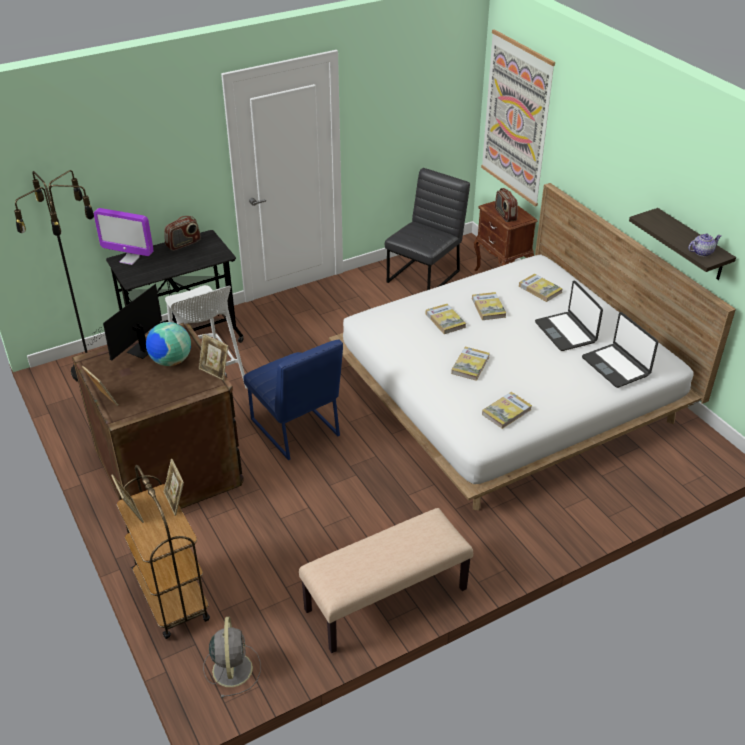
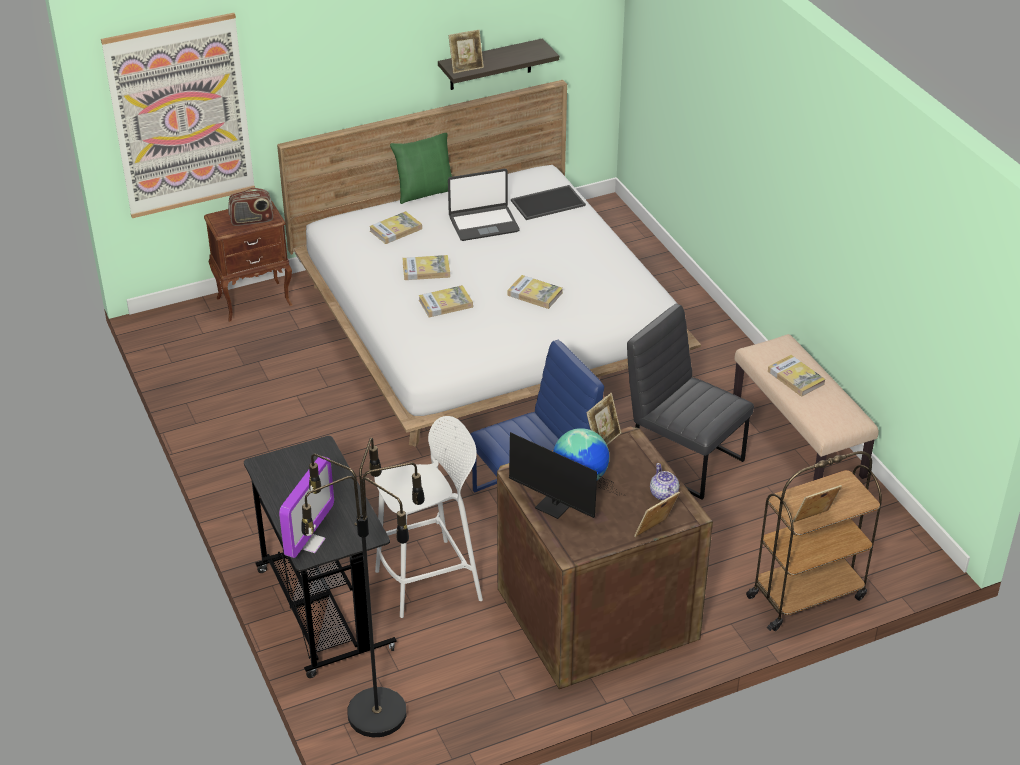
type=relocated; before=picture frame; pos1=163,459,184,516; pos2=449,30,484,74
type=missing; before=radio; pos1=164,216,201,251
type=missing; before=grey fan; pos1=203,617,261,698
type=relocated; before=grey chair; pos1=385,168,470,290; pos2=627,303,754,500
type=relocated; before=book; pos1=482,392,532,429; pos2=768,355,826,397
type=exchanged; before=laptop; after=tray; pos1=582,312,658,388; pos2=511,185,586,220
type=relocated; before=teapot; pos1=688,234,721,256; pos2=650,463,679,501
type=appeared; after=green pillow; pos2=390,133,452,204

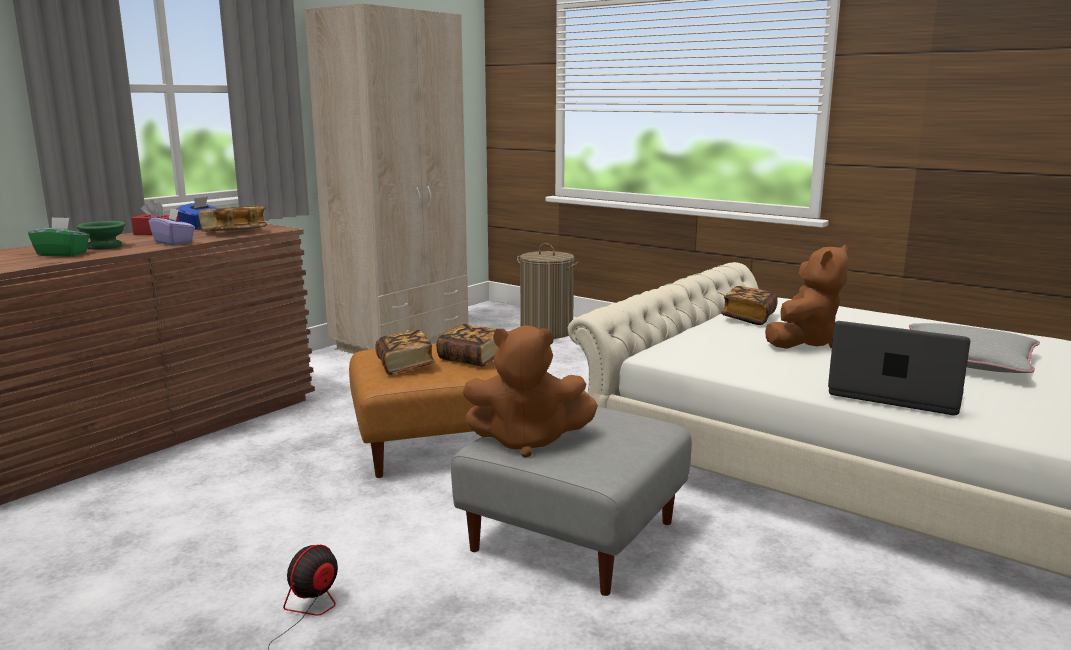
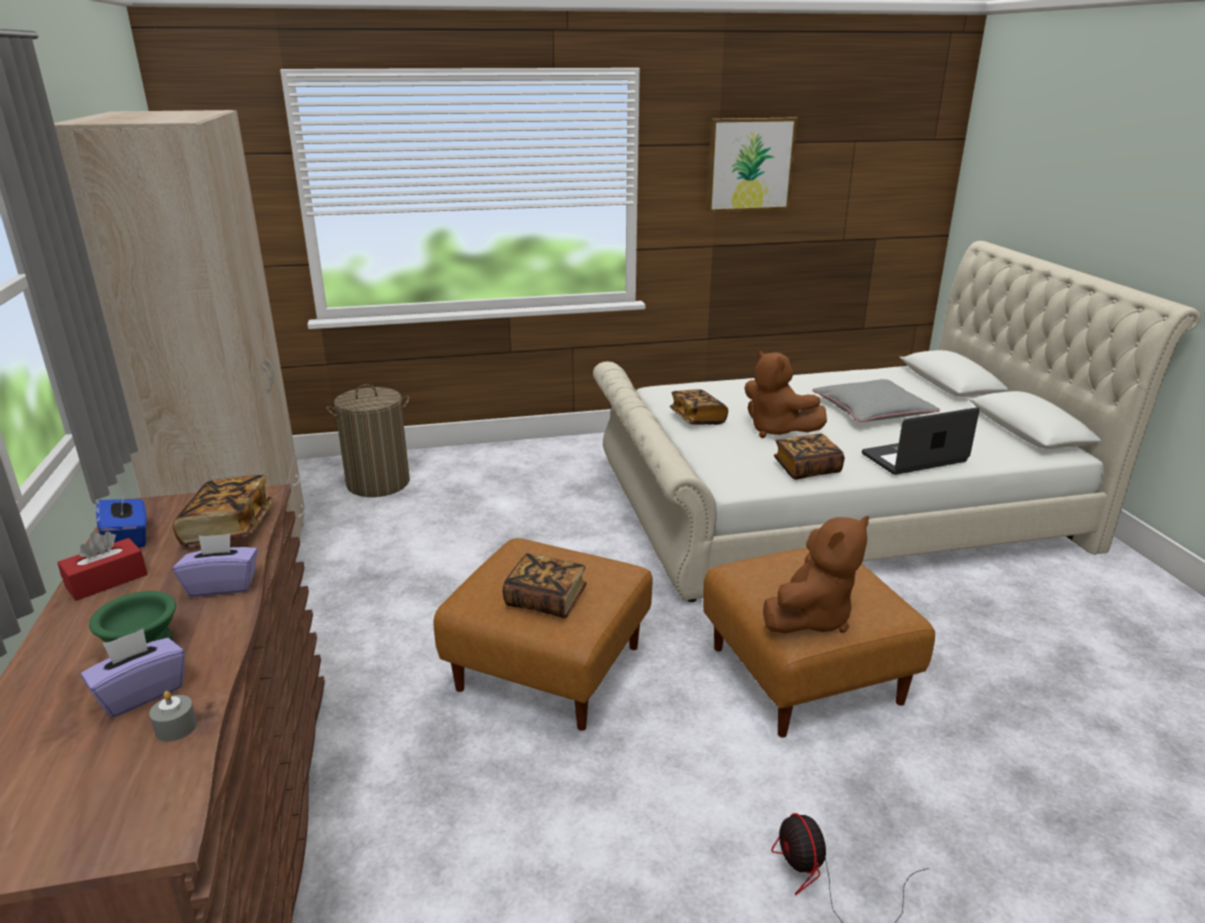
type=colour; before=green tissue box; after=purple tissue box; pos1=28,217,90,257; pos2=81,629,185,718
type=relocated; before=book; pos1=436,324,498,367; pos2=774,434,845,480
type=colour; before=grey ottoman; after=brown ottoman; pos1=451,407,692,596; pos2=703,548,935,738
type=spun; before=brown plush toy; pos1=765,245,849,349; pos2=744,350,827,438; turn=150
type=appeared; after=grey candle; pos2=149,691,197,742
type=appeared; after=picture; pos2=707,118,798,212

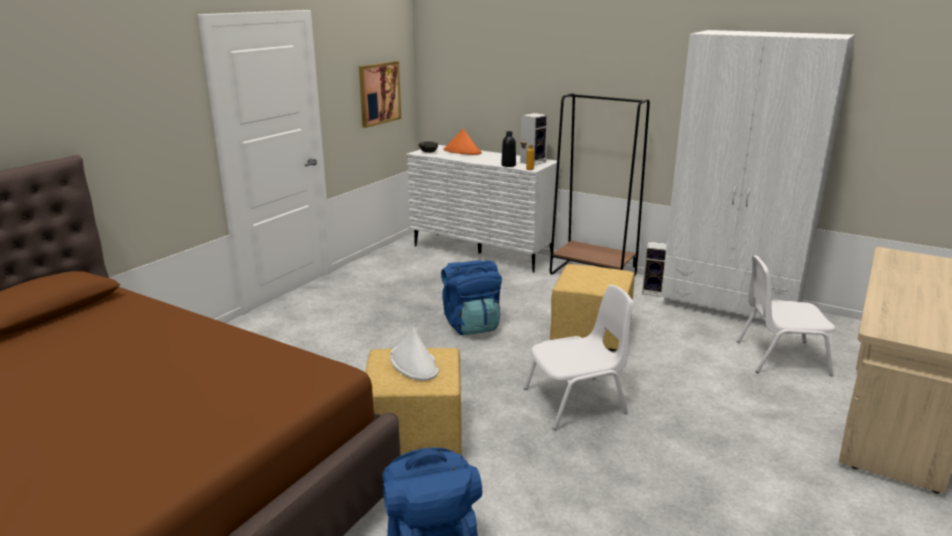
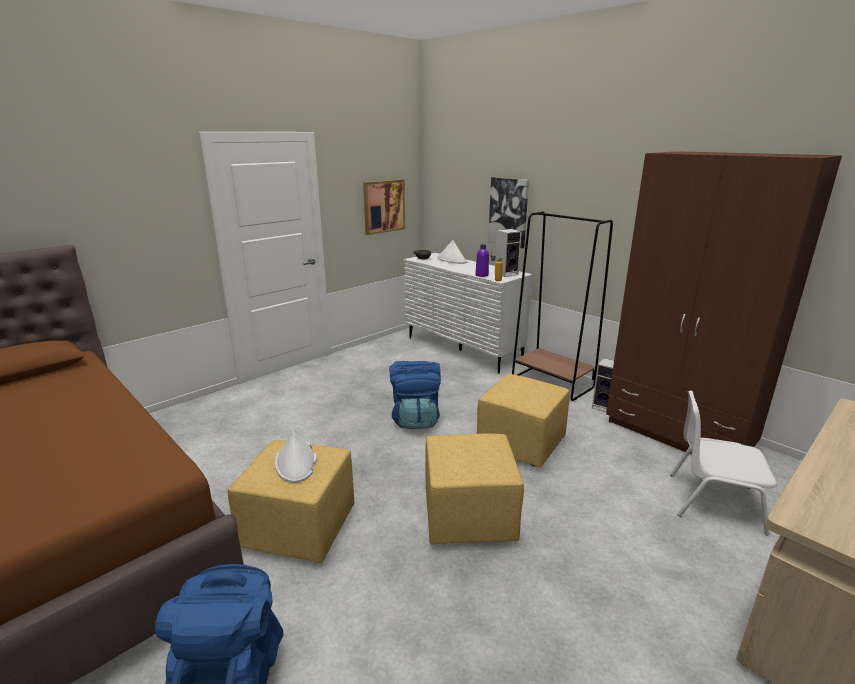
type=colour; before=orange hat; after=white hat; pos1=443,129,482,155; pos2=437,240,468,264
type=colour; before=black bottle; after=purple bottle; pos1=501,131,516,167; pos2=475,244,489,277
type=exchanged; before=white chair; after=yellow ottoman; pos1=524,285,633,430; pos2=425,434,524,544
type=colour; before=white wardrobe; after=brown wardrobe; pos1=661,30,855,327; pos2=606,151,842,455
type=appeared; after=picture; pos2=488,177,529,248

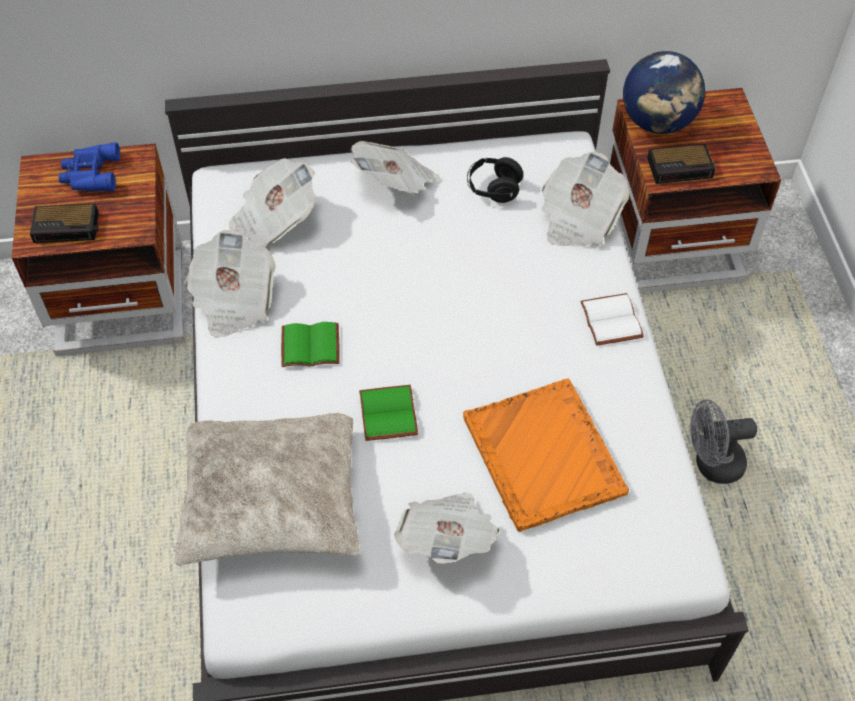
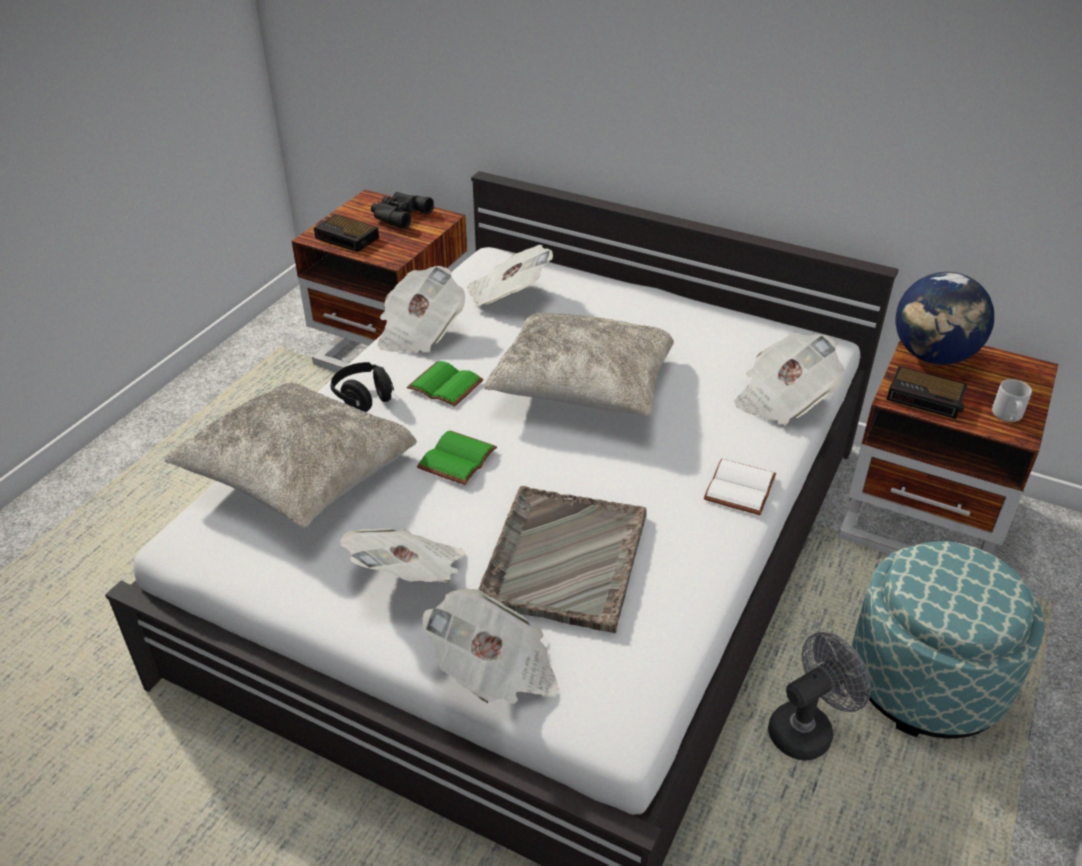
type=colour; before=blue binoculars; after=black binoculars; pos1=59,142,120,191; pos2=371,192,434,229
type=relocated; before=newspaper; pos1=351,141,440,194; pos2=422,589,559,704
type=colour; before=orange tray; after=grey tray; pos1=463,379,629,532; pos2=478,486,647,633
type=relocated; before=black headphones; pos1=467,157,523,203; pos2=330,362,394,412
type=spun; before=grey fan; pos1=690,399,757,484; pos2=768,632,871,761; turn=120
type=appeared; after=beige pillow; pos2=484,312,674,416
type=appeared; after=ottoman; pos2=852,541,1044,738
type=appeared; after=grey mug; pos2=992,379,1032,422

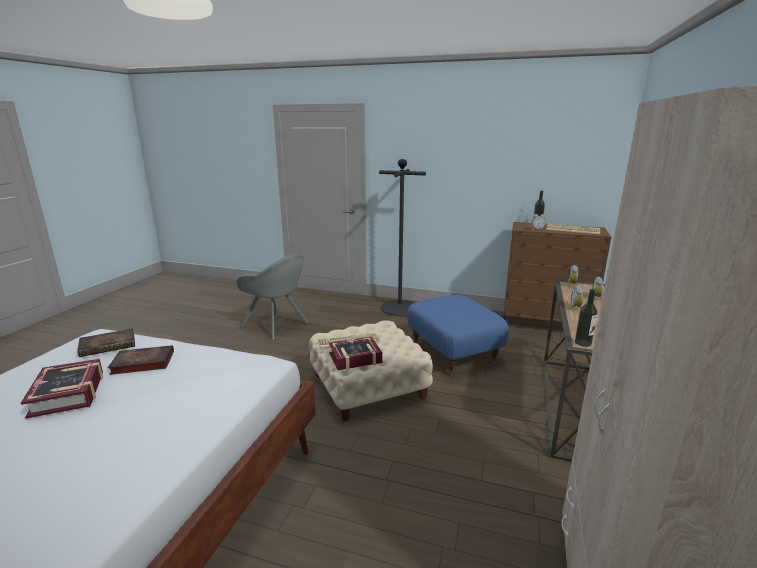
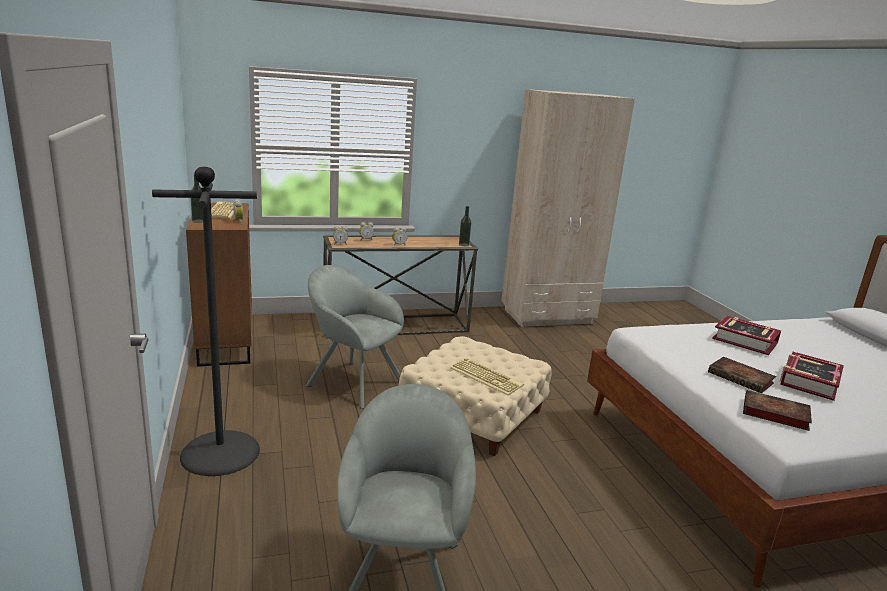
type=relocated; before=book; pos1=329,336,382,370; pos2=712,316,781,355
type=exchanged; before=blue ottoman; after=grey armchair; pos1=407,295,509,377; pos2=306,265,404,409

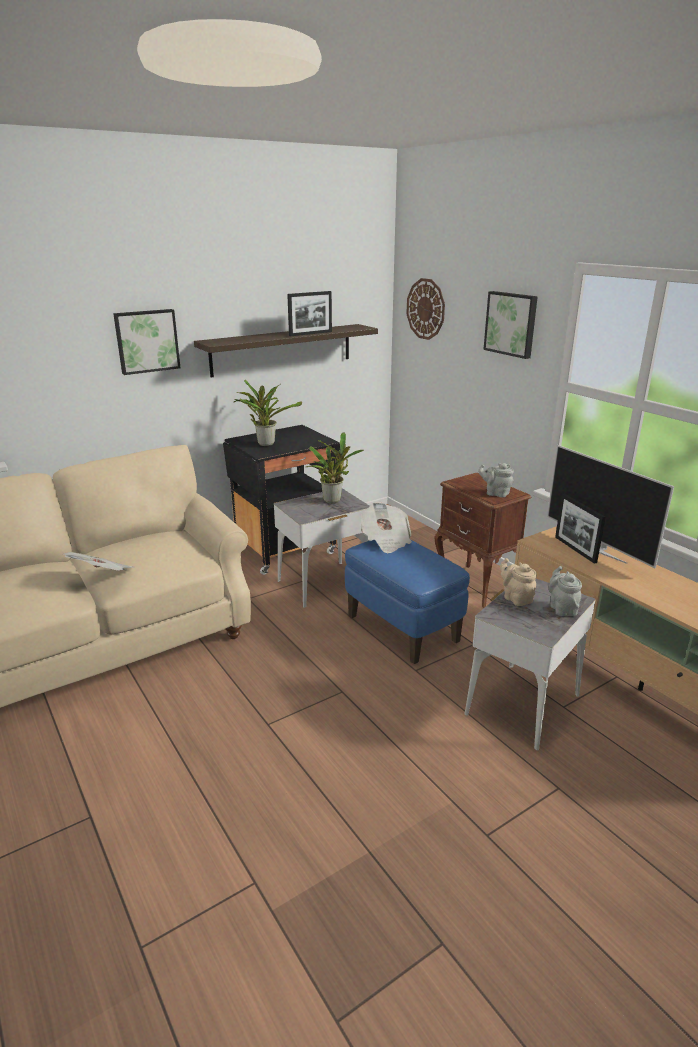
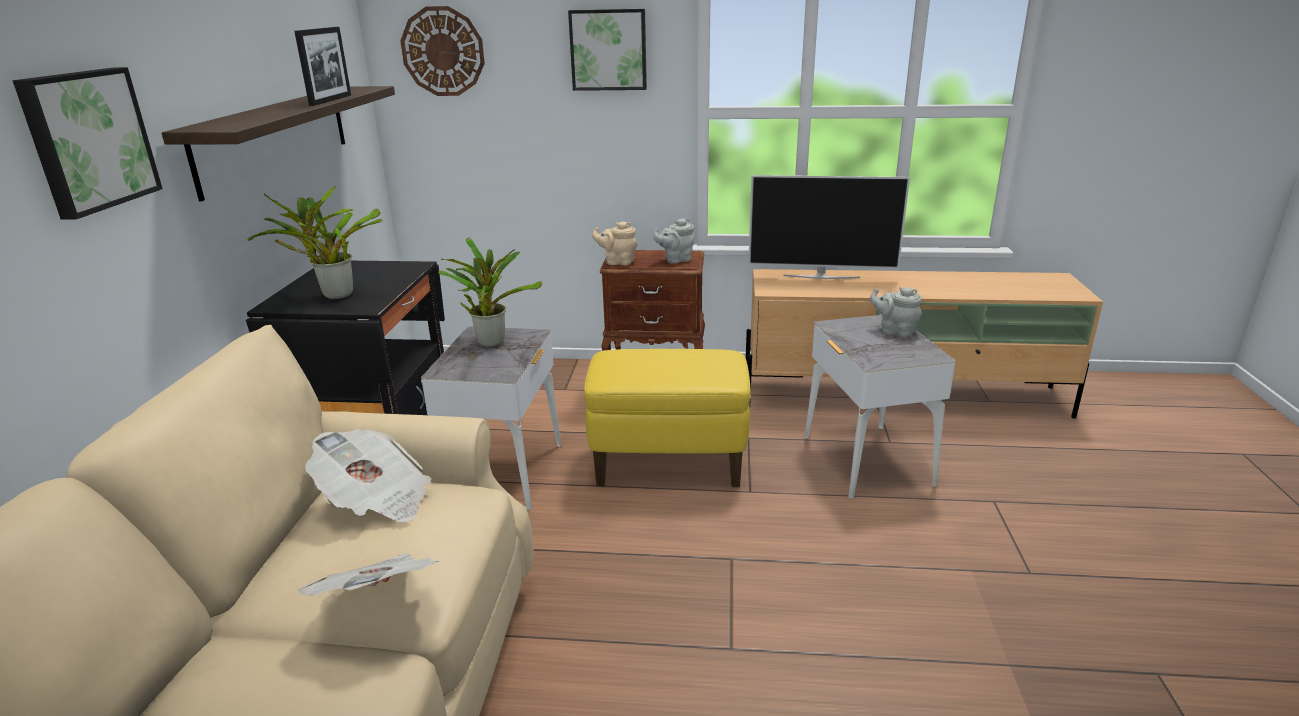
type=colour; before=blue ottoman; after=yellow ottoman; pos1=345,540,470,664; pos2=584,349,751,487
type=relocated; before=newspaper; pos1=360,502,412,553; pos2=305,429,431,523
type=relocated; before=beige teapot; pos1=500,558,537,606; pos2=592,221,638,265
type=missing; before=picture frame; pos1=555,494,605,564

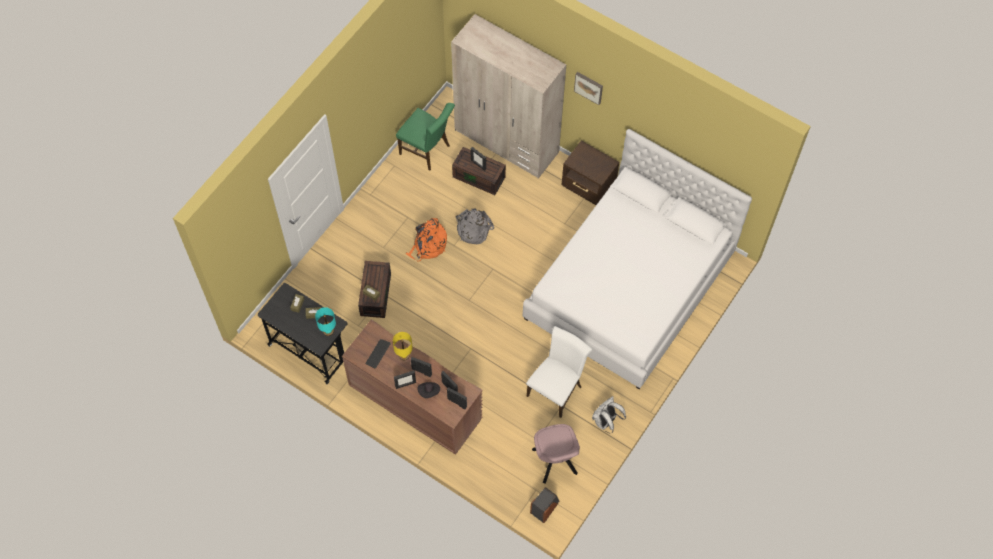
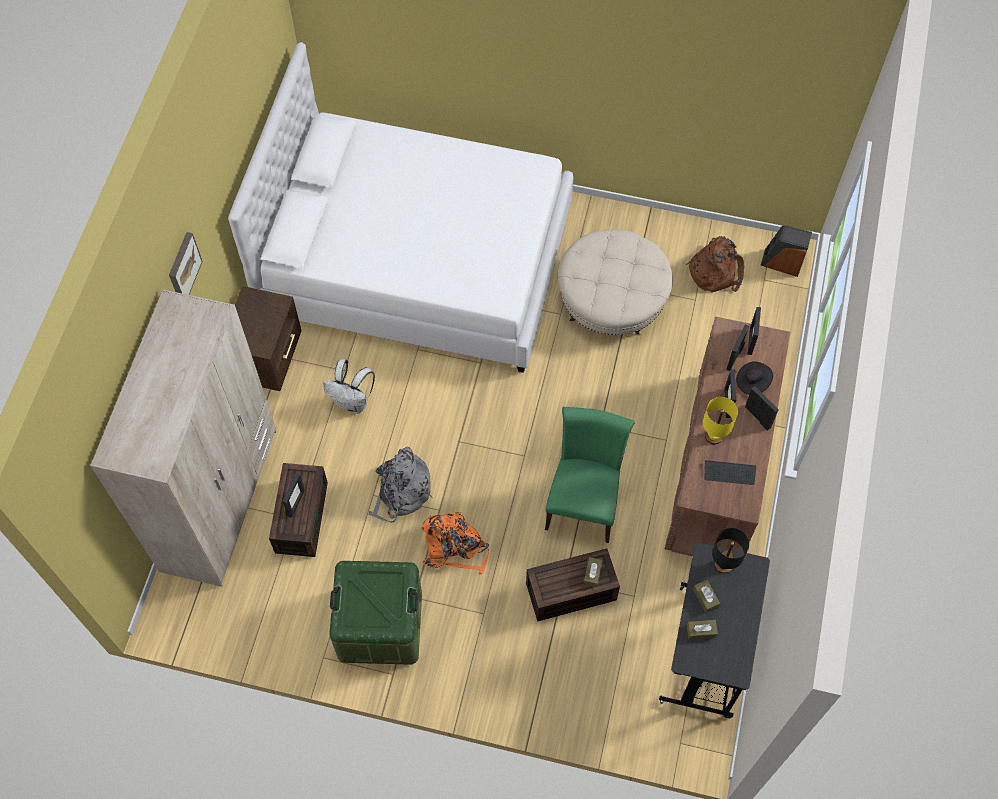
type=colour; before=turquoise table lamp; after=black table lamp; pos1=315,307,336,336; pos2=712,528,749,573
type=relocated; before=green chair; pos1=396,103,455,171; pos2=545,407,635,543
type=exchanged; before=white chair; after=beige ottoman; pos1=526,326,593,418; pos2=558,230,673,335
type=exchanged; before=pink chair; after=brown backpack; pos1=532,424,580,483; pos2=686,236,744,292
type=relocated; before=white backpack; pos1=592,396,626,433; pos2=323,359,375,414
type=appeared; after=green storage box; pos2=329,561,422,665

